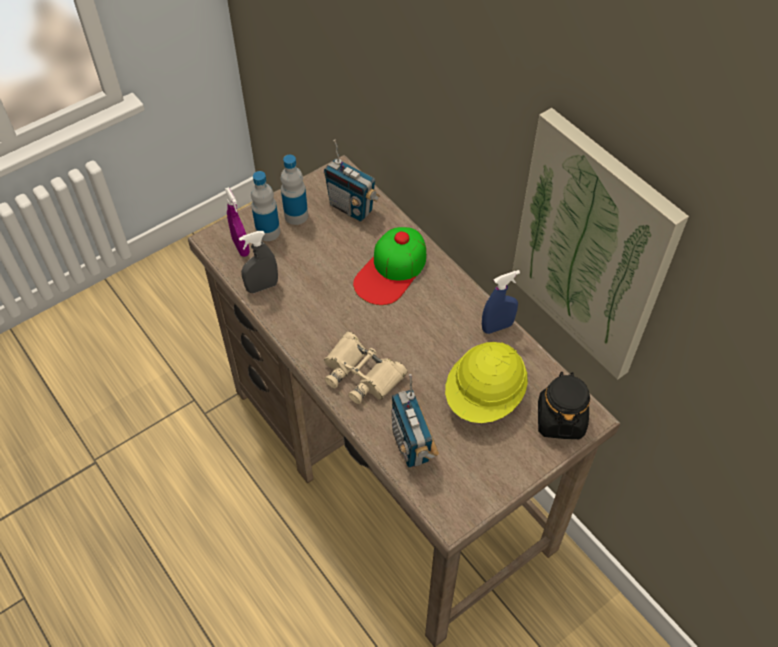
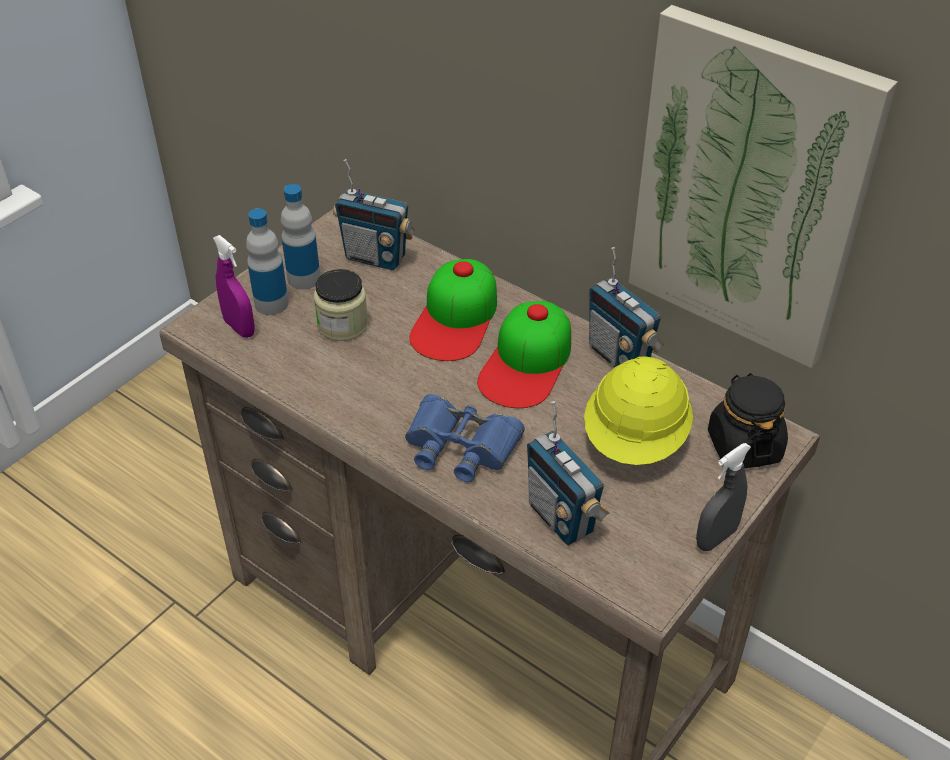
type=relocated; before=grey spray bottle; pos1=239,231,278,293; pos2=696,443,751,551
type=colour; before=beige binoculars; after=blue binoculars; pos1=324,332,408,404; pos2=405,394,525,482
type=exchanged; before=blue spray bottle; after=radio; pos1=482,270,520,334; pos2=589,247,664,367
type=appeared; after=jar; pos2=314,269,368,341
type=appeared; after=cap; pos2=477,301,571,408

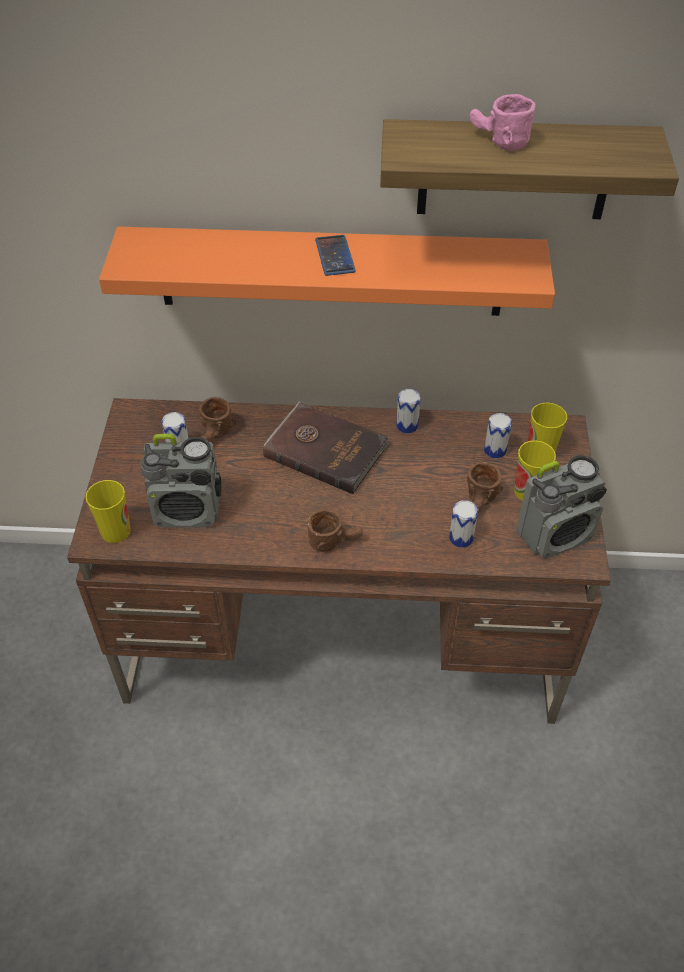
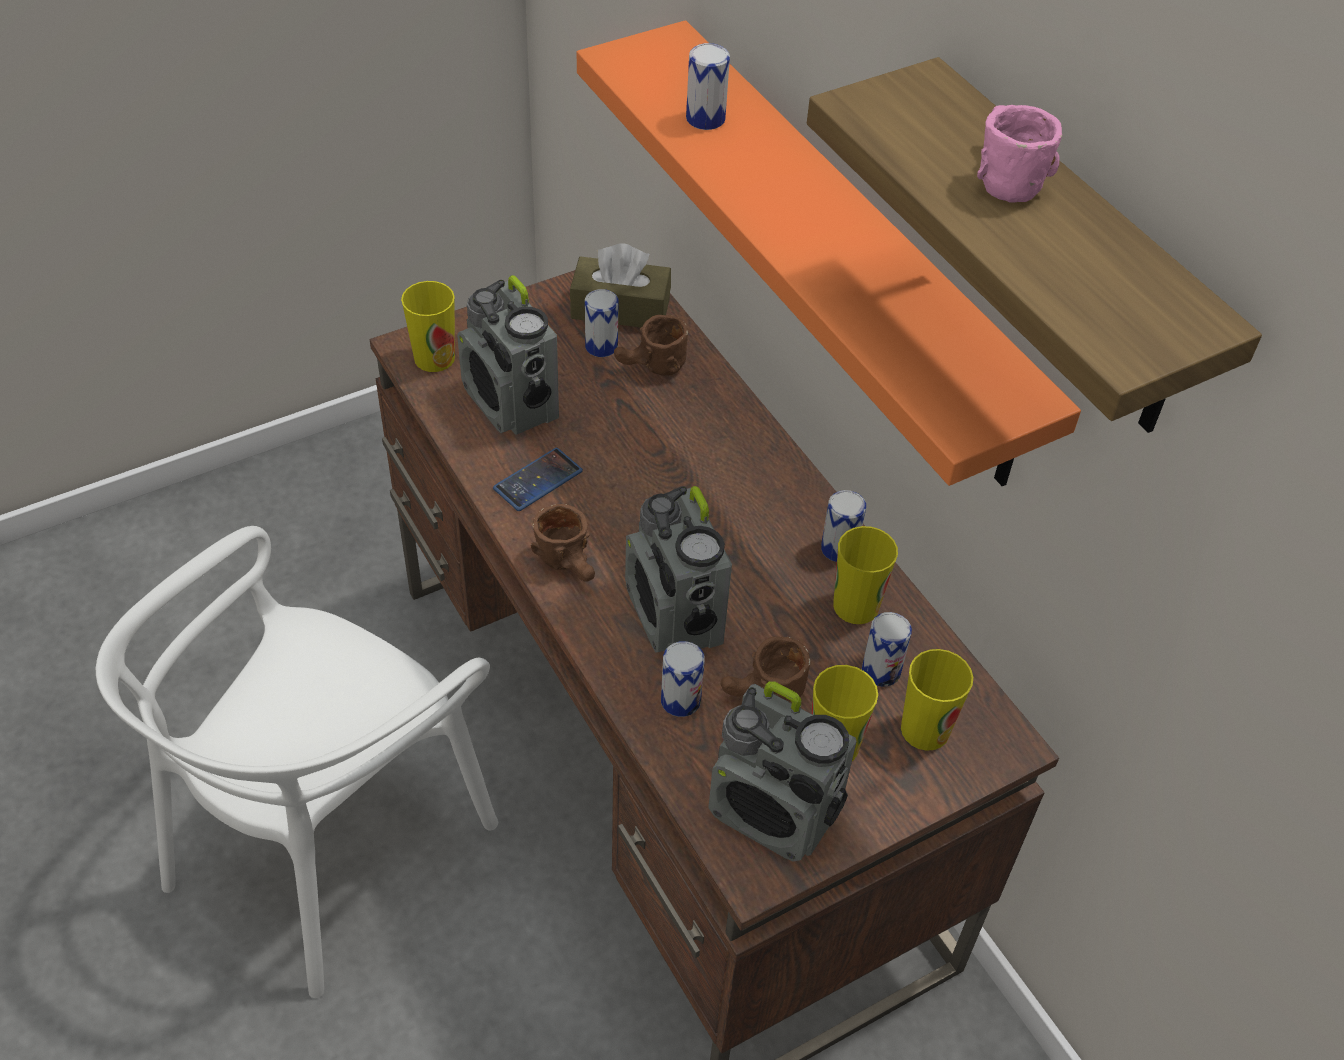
type=missing; before=brown book; pos1=263,401,389,494
type=relocated; before=phone; pos1=315,235,356,276; pos2=493,448,583,511
type=appeared; after=white chair; pos2=96,526,498,998
type=appeared; after=brown tissue box; pos2=570,243,671,327
type=appeared; after=radio; pos2=625,486,732,652
type=appeared; after=can; pos2=686,43,730,130
type=appeared; after=cup; pos2=833,526,898,624

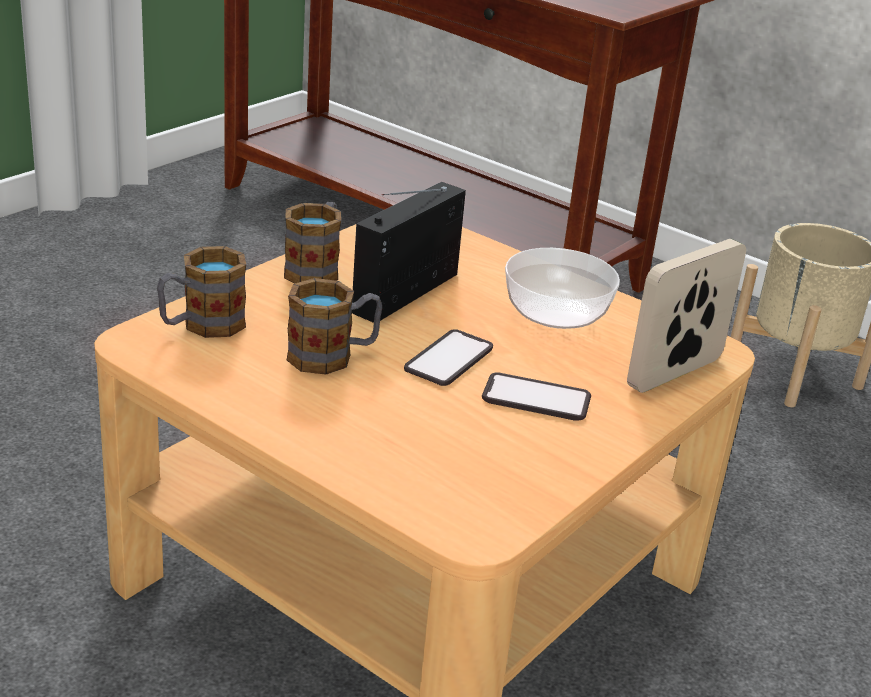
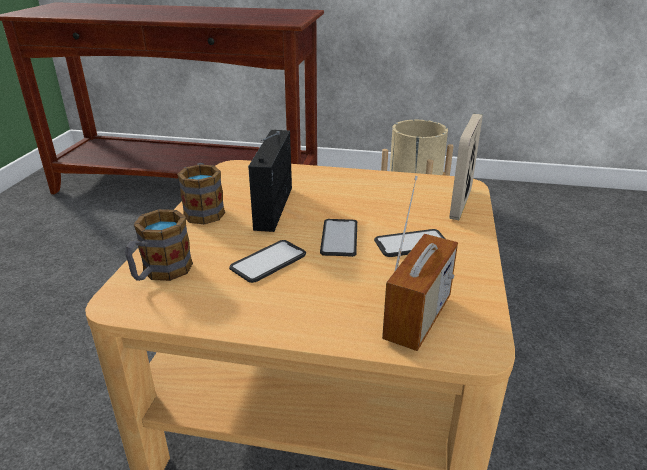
type=exchanged; before=mug; after=phone; pos1=287,278,382,375; pos2=229,240,306,283
type=missing; before=bowl; pos1=505,248,620,329
type=appeared; after=radio; pos2=382,176,458,351

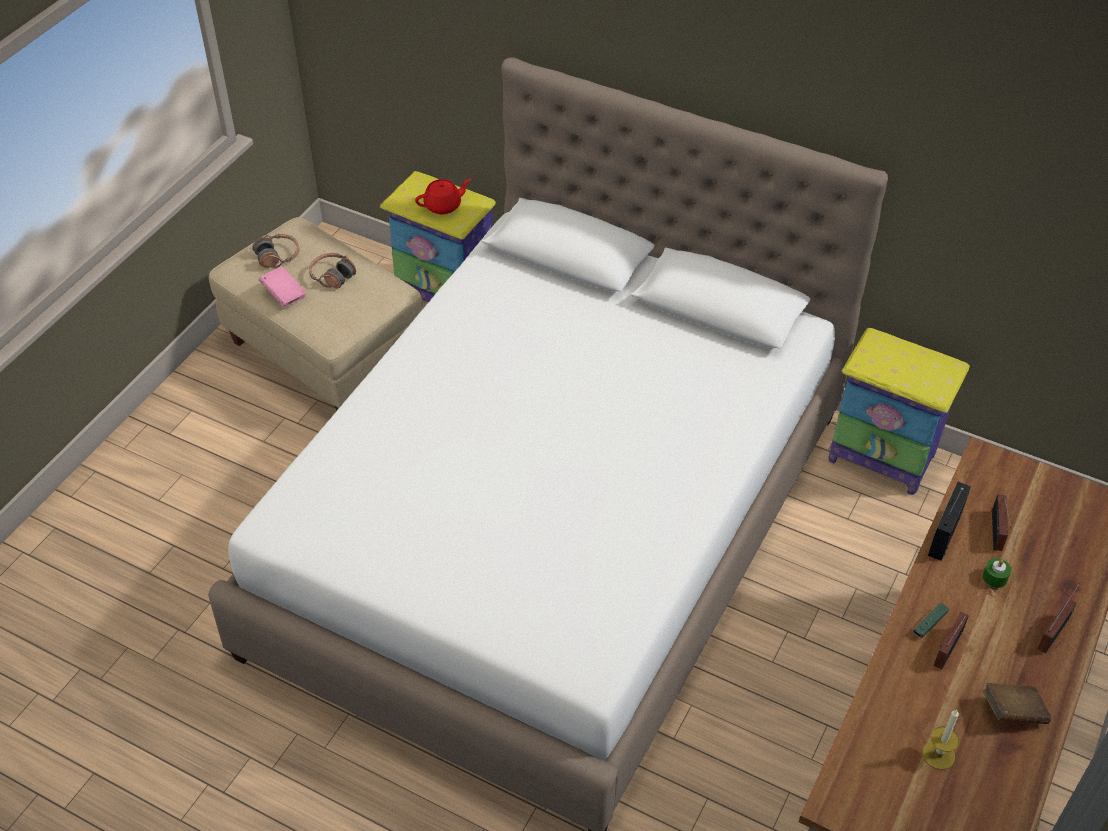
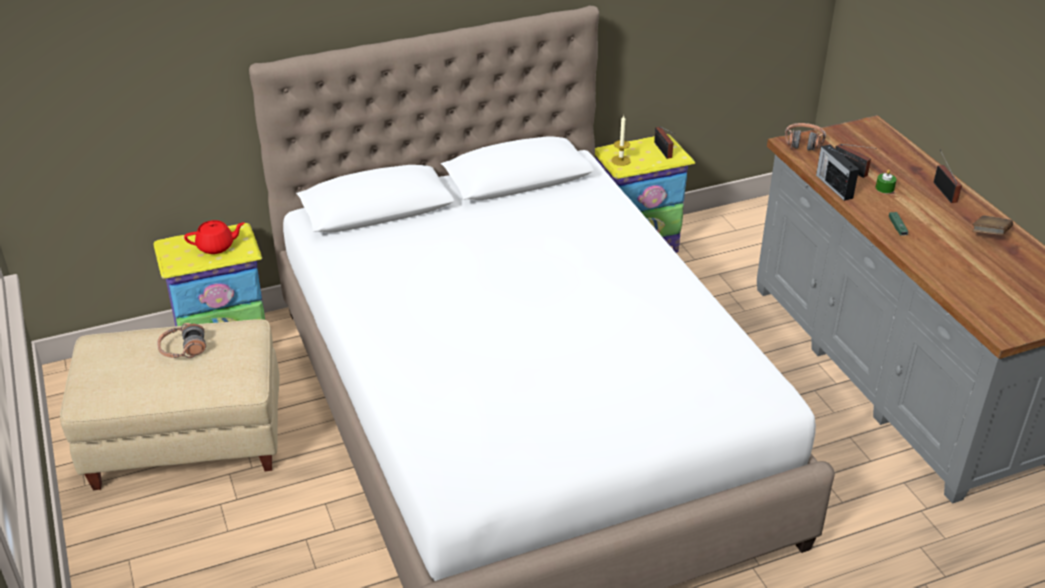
type=relocated; before=headphones; pos1=252,234,300,268; pos2=785,123,826,152
type=missing; before=pink book; pos1=259,266,307,307
type=spun; before=red teapot; pos1=415,179,471,214; pos2=184,220,244,254; turn=60
type=relocated; before=candle; pos1=922,709,959,770; pos2=611,115,631,166
type=relocated; before=radio; pos1=934,612,969,669; pos2=654,127,675,159

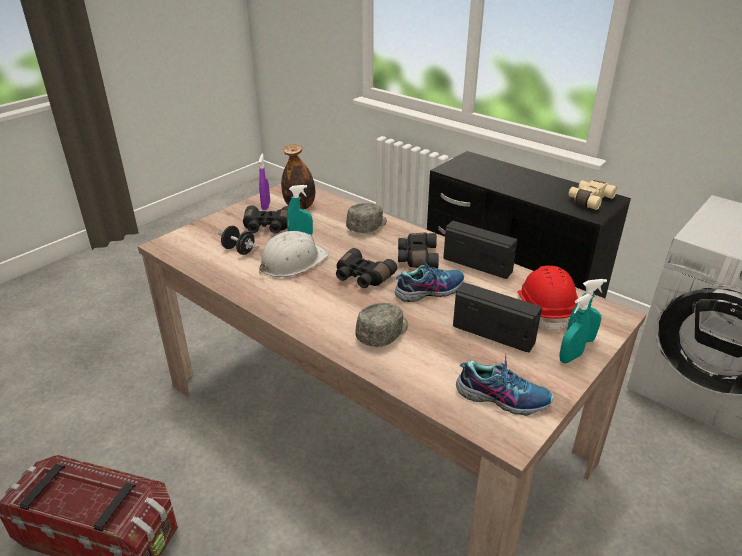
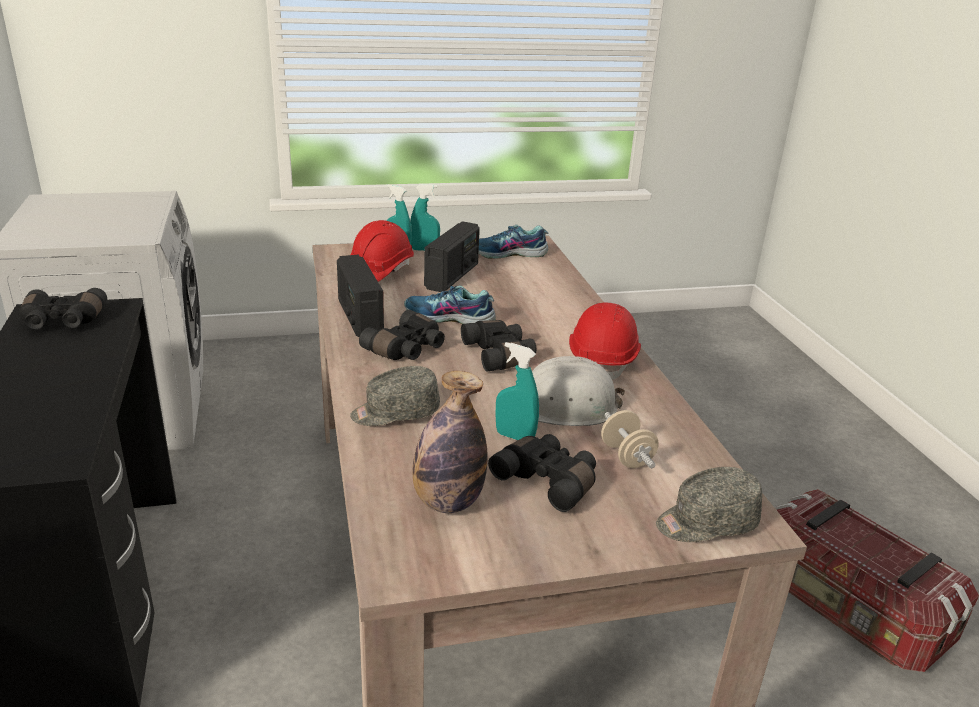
type=colour; before=black dumbbell; after=beige dumbbell; pos1=218,226,259,255; pos2=601,410,659,468
type=missing; before=purple spray bottle; pos1=259,154,270,210
type=relocated; before=grey cap; pos1=355,303,408,347; pos2=656,467,762,542
type=spun; before=radio; pos1=453,282,542,352; pos2=424,221,480,292; turn=-135
type=spun; before=shoe; pos1=456,353,554,416; pos2=479,225,549,259; turn=-60
type=colour; before=beige binoculars; after=black binoculars; pos1=568,180,617,210; pos2=19,288,107,329
type=appeared; after=red hard hat; pos2=569,302,641,380

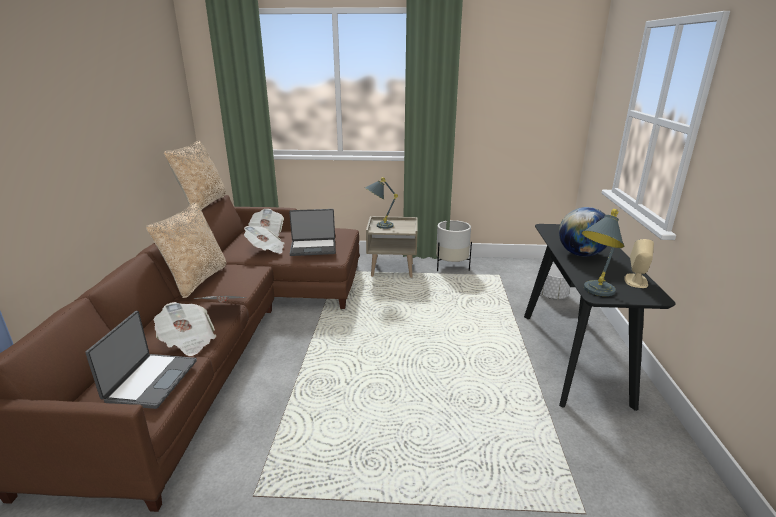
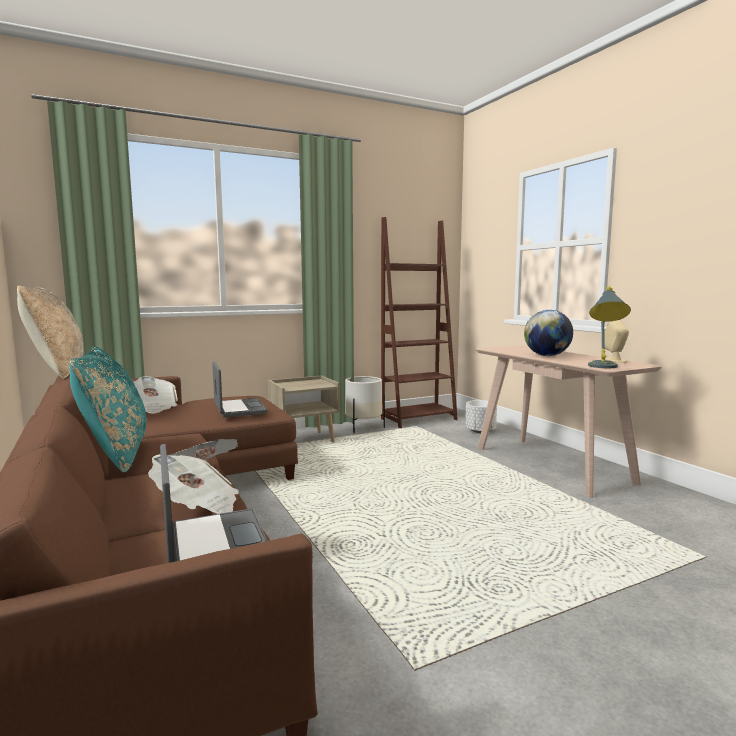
type=colour; before=beige pillow; after=turquoise pillow; pos1=146,203,226,298; pos2=69,347,147,472
type=missing; before=newspaper; pos1=244,226,285,254
type=spun; before=laptop; pos1=289,209,336,256; pos2=212,361,268,418; turn=-75
type=missing; before=grey table lamp; pos1=364,177,398,229
type=colour; before=black console table; after=beige console table; pos1=524,224,676,411; pos2=476,346,662,498
type=appeared; after=brown bookcase; pos2=381,217,458,428

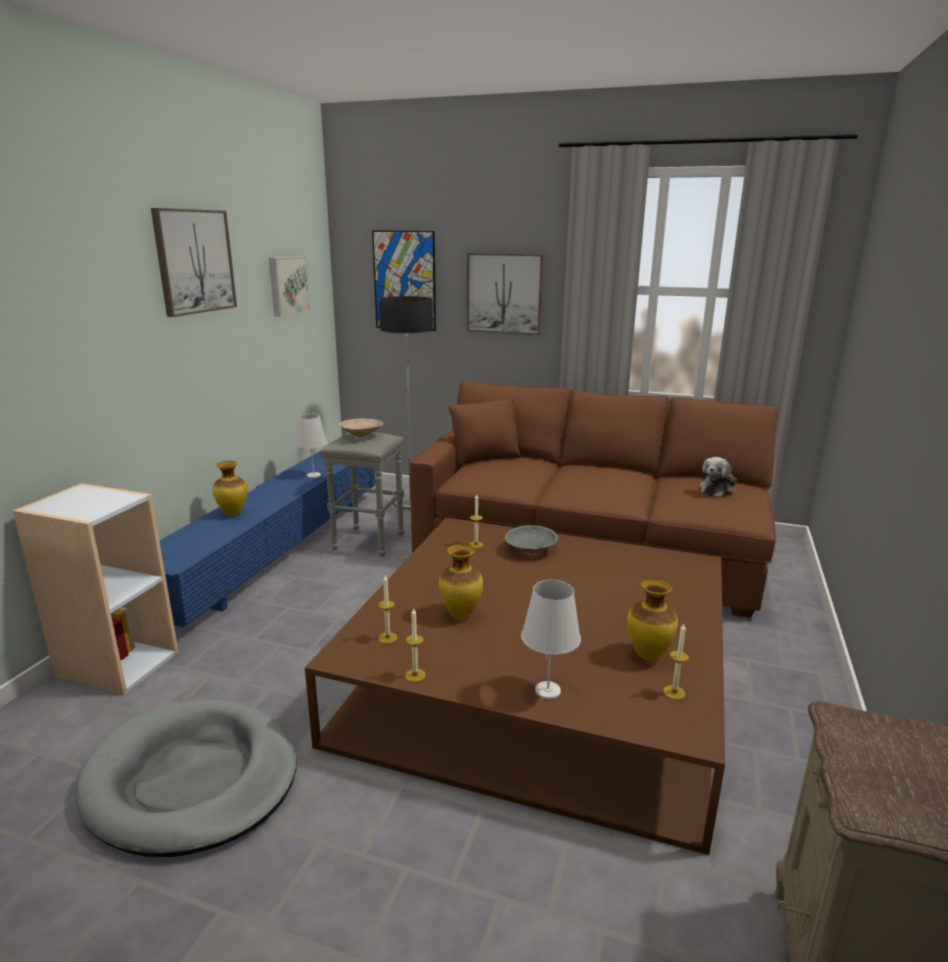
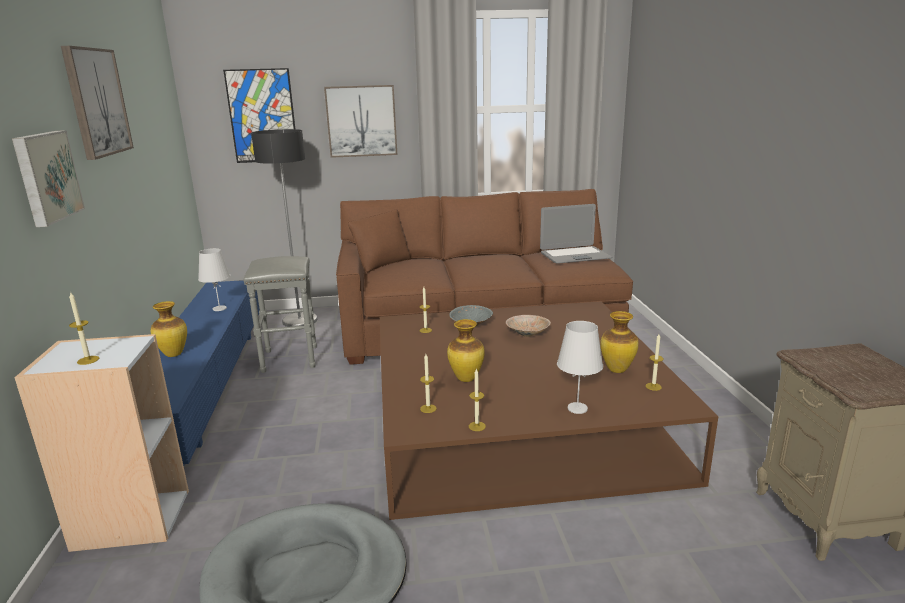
type=relocated; before=picture; pos1=269,256,310,317; pos2=12,130,85,227
type=relocated; before=beige bowl; pos1=339,419,383,437; pos2=506,315,551,337
type=exchanged; before=plush toy; after=laptop; pos1=699,457,737,498; pos2=540,204,612,264
type=appeared; after=candle; pos2=69,293,99,365

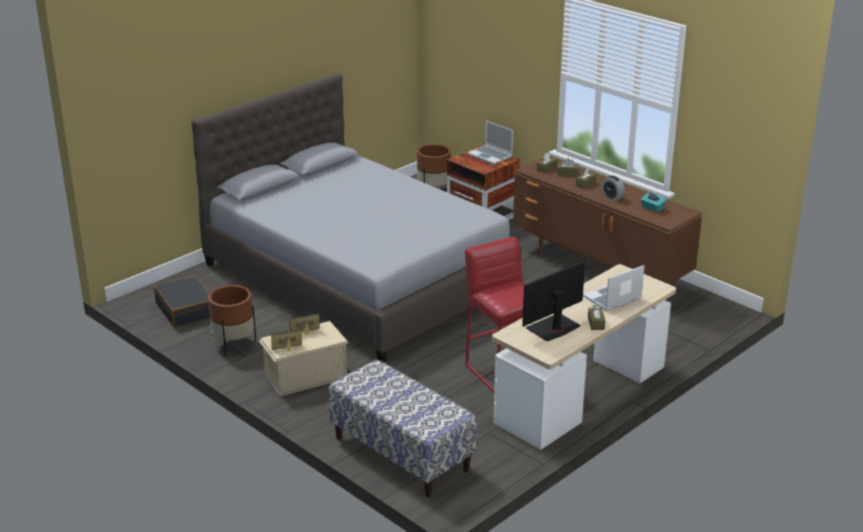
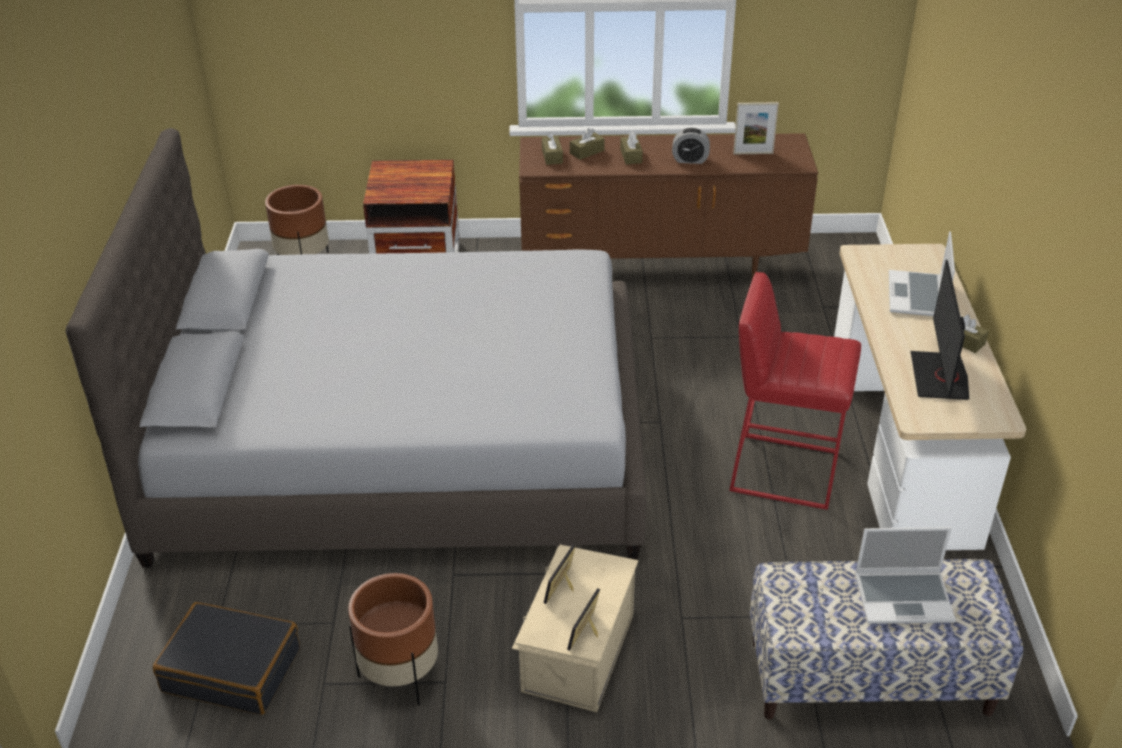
type=relocated; before=laptop; pos1=468,121,513,165; pos2=855,527,956,624
type=exchanged; before=turquoise tissue box; after=picture frame; pos1=641,192,667,212; pos2=733,102,779,154

